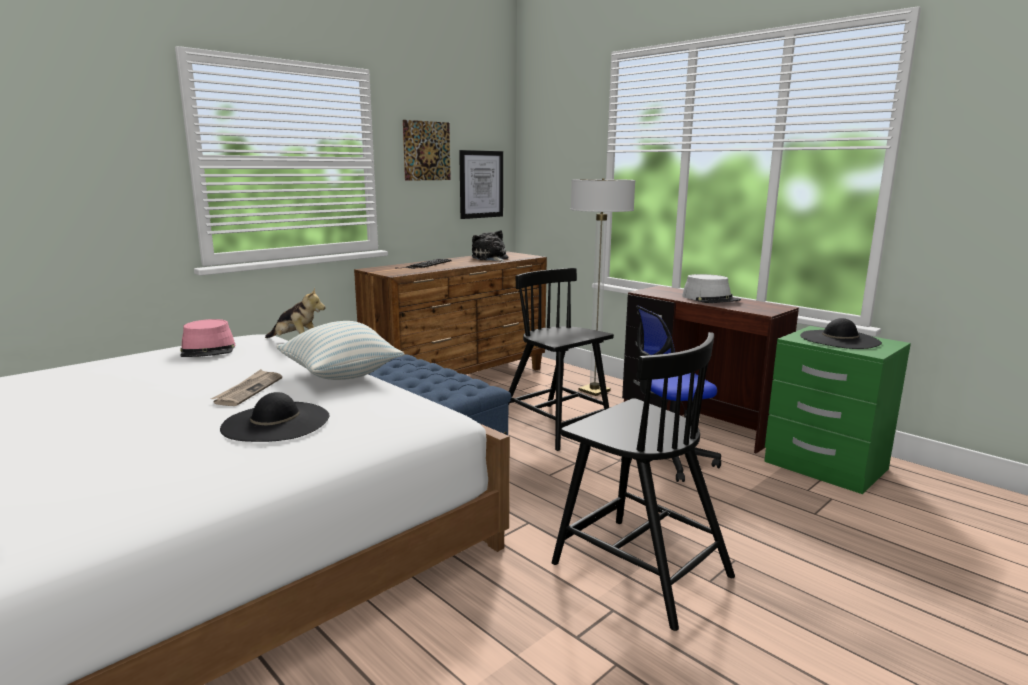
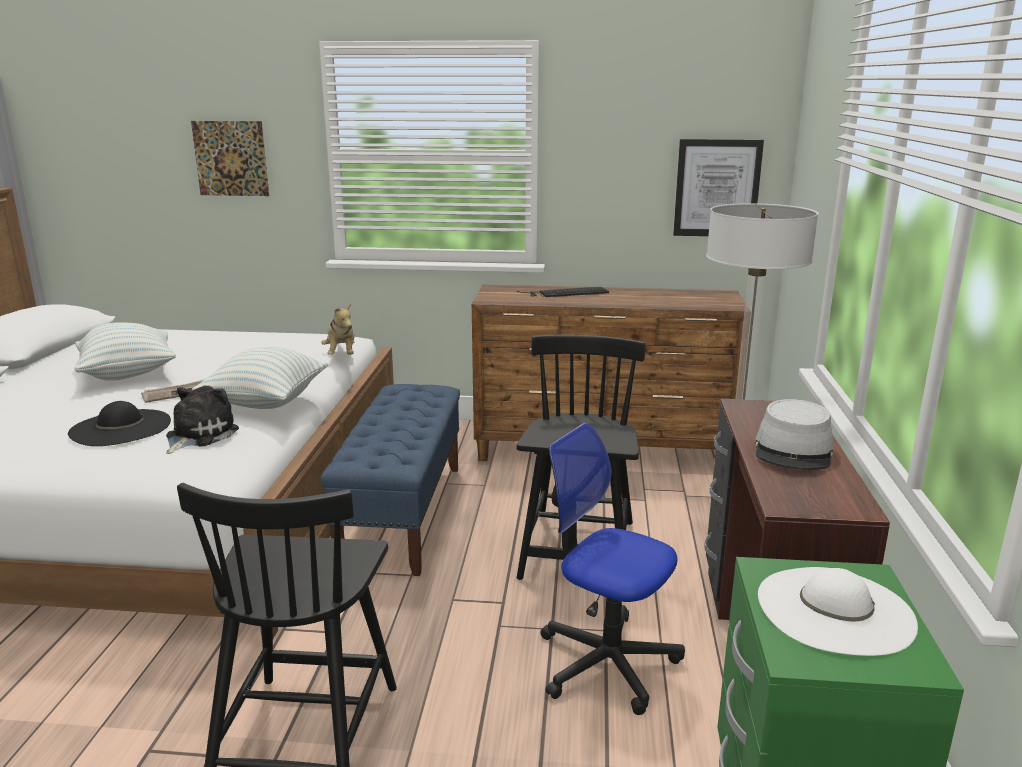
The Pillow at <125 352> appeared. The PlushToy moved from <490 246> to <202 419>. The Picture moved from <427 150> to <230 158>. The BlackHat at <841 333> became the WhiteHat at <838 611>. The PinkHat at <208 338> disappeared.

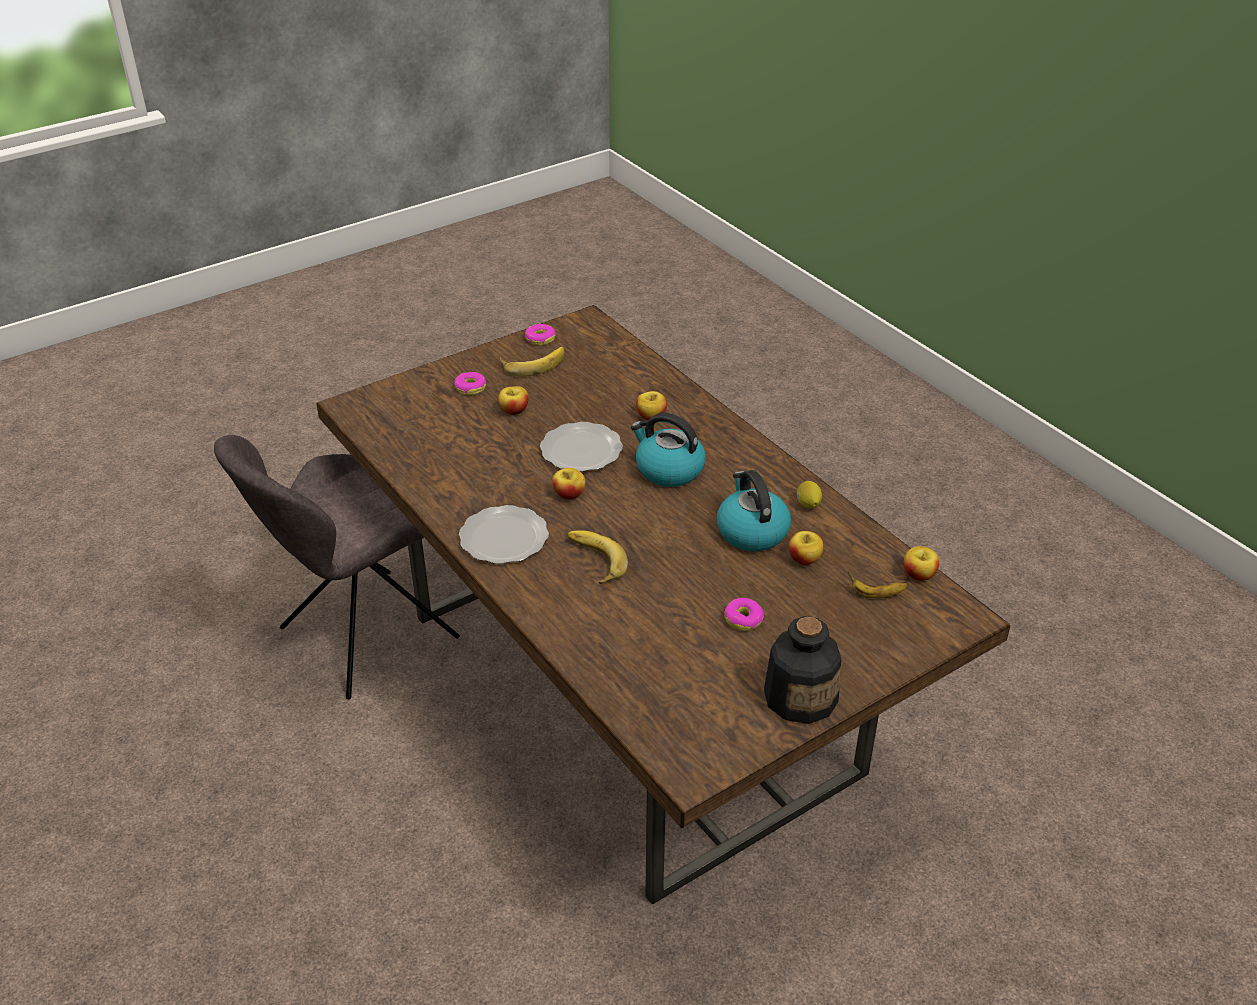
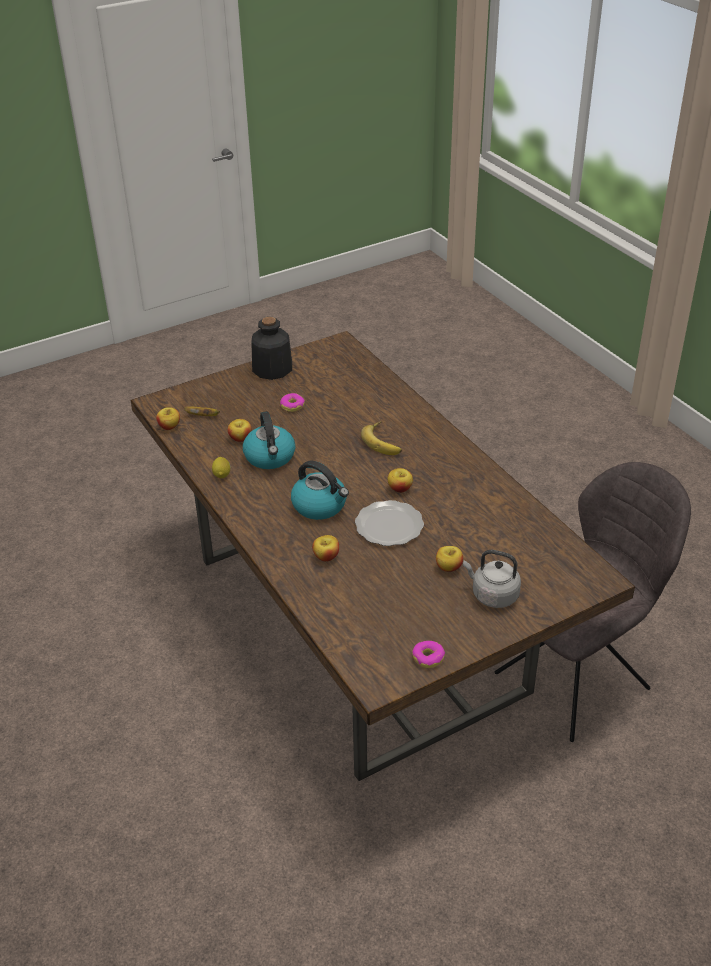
The Donut at <470 383> was replaced by the GreyKettle at <492 579>. The Plate at <504 534> disappeared. The Banana at <532 362> disappeared.

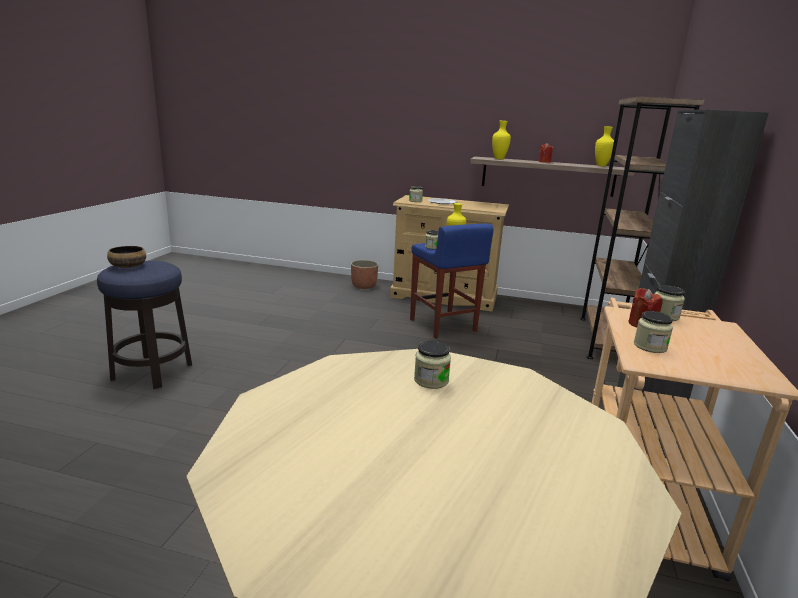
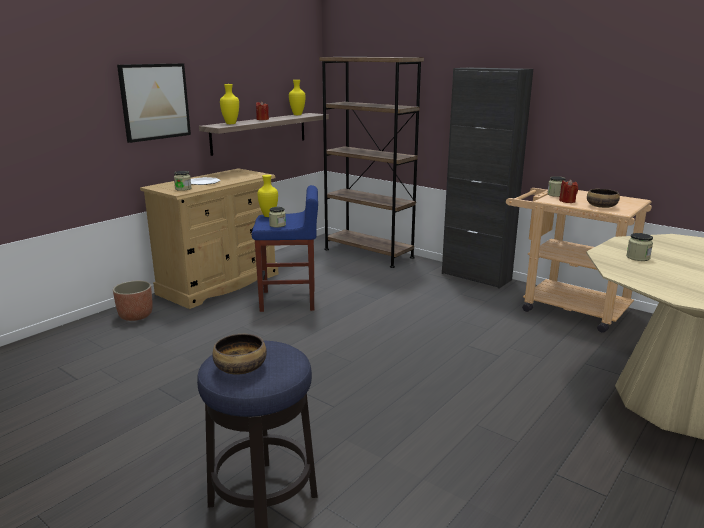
The Picture at <154 103> appeared. The Jar at <653 332> was replaced by the Bowl at <603 198>.

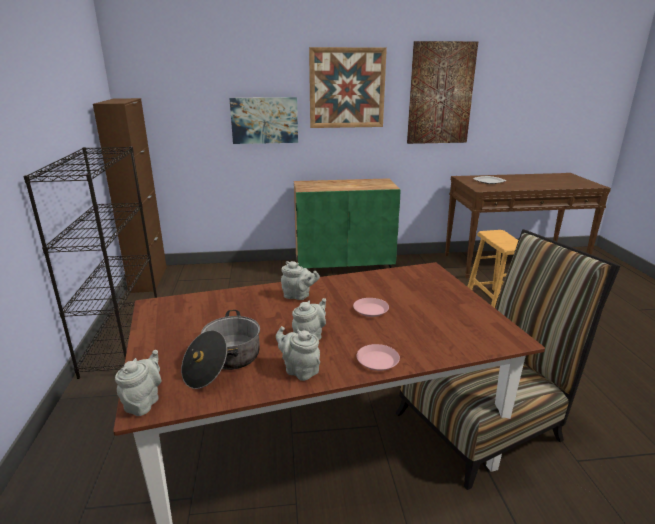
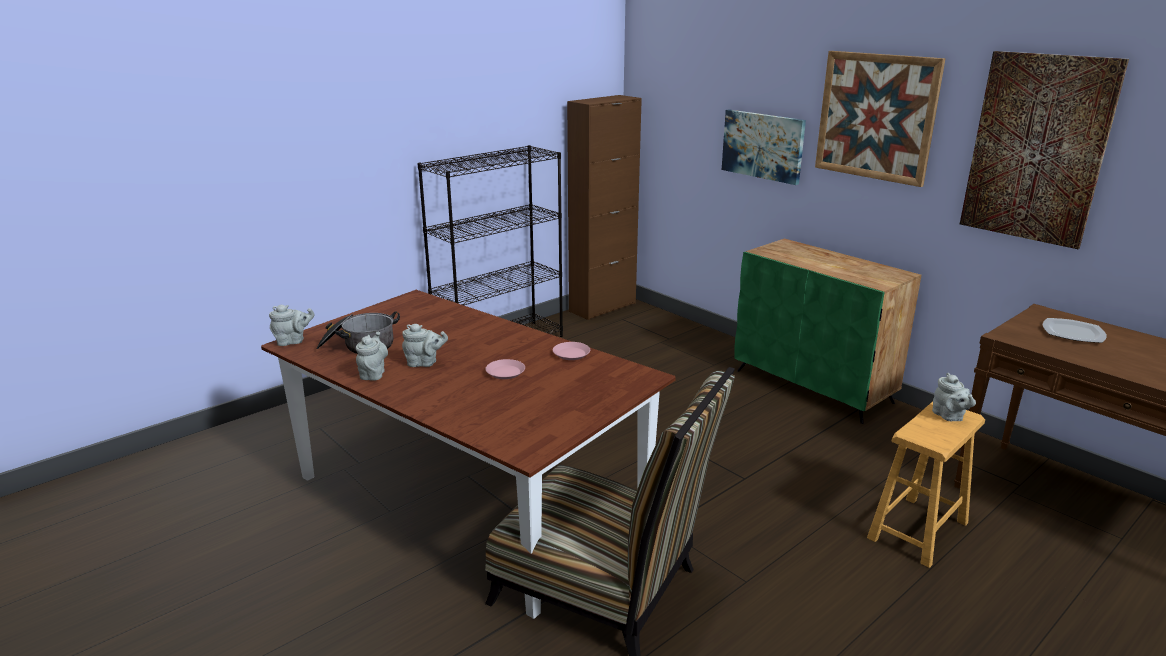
The PinkPlate moved from <378 357> to <571 351>. The GreyTeapot moved from <300 280> to <954 397>.

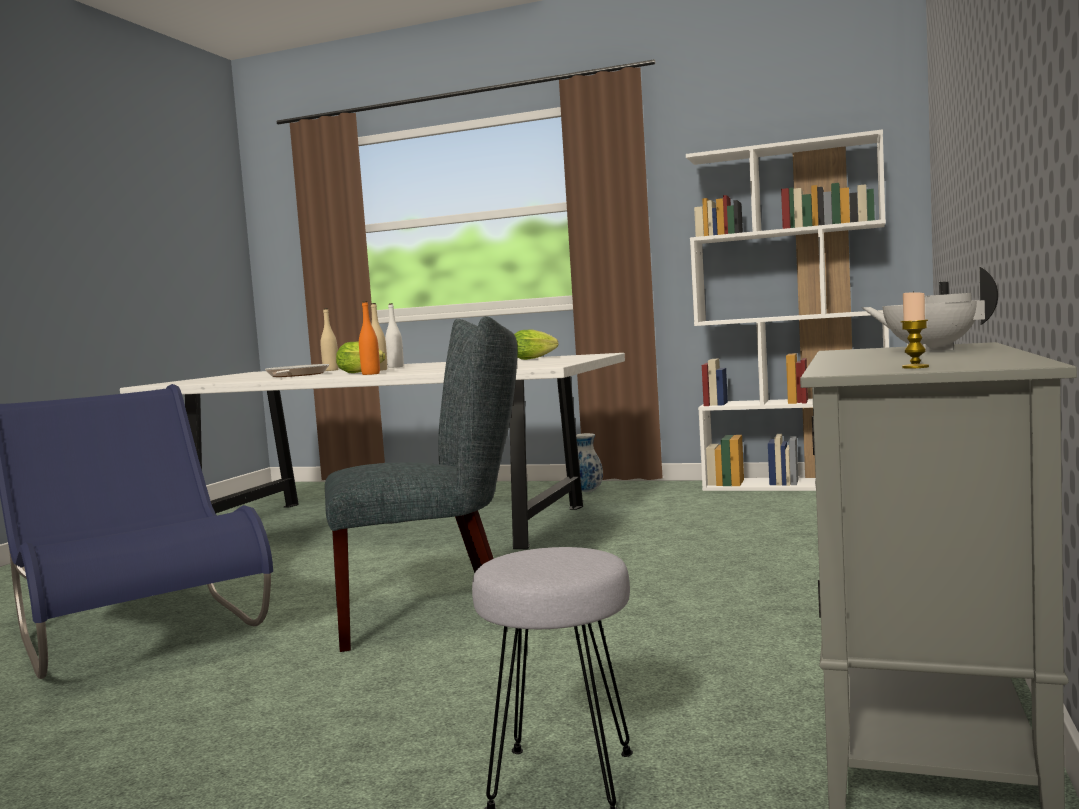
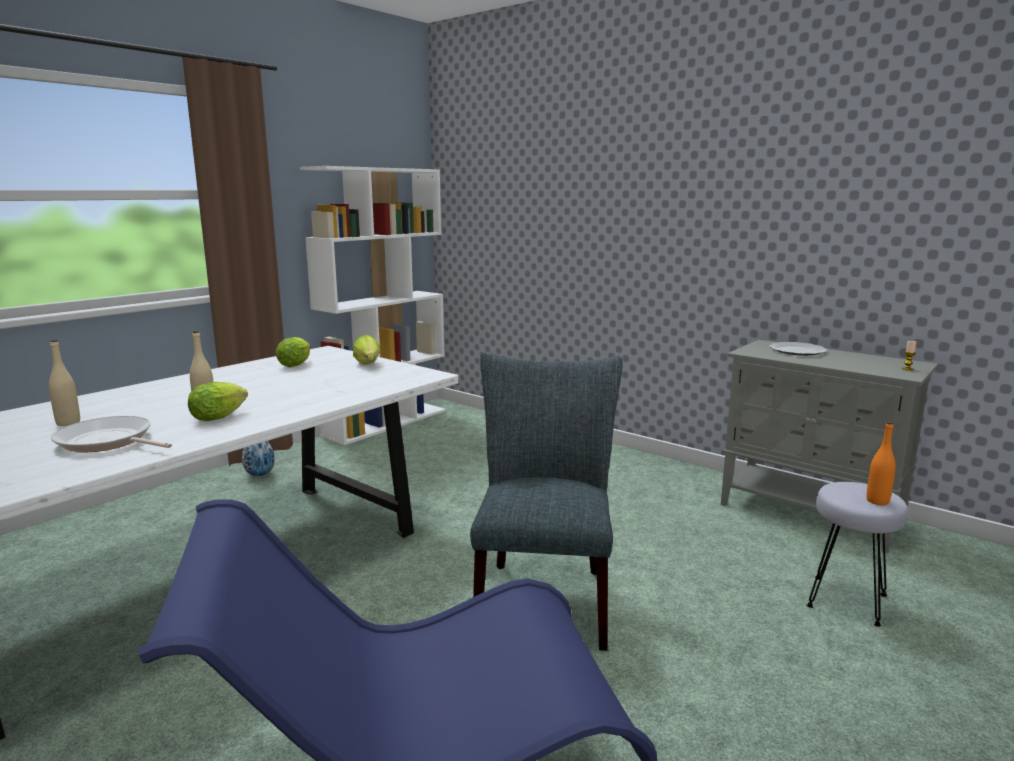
The Lettuce at <367 350> appeared. The WhiteTeapot at <930 309> was replaced by the Plate at <798 349>. The OrangeBottle moved from <369 338> to <881 463>. The WhiteBottle at <394 335> disappeared.

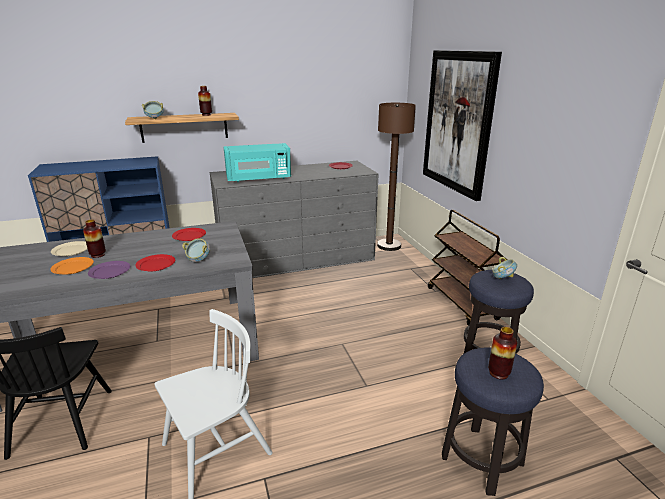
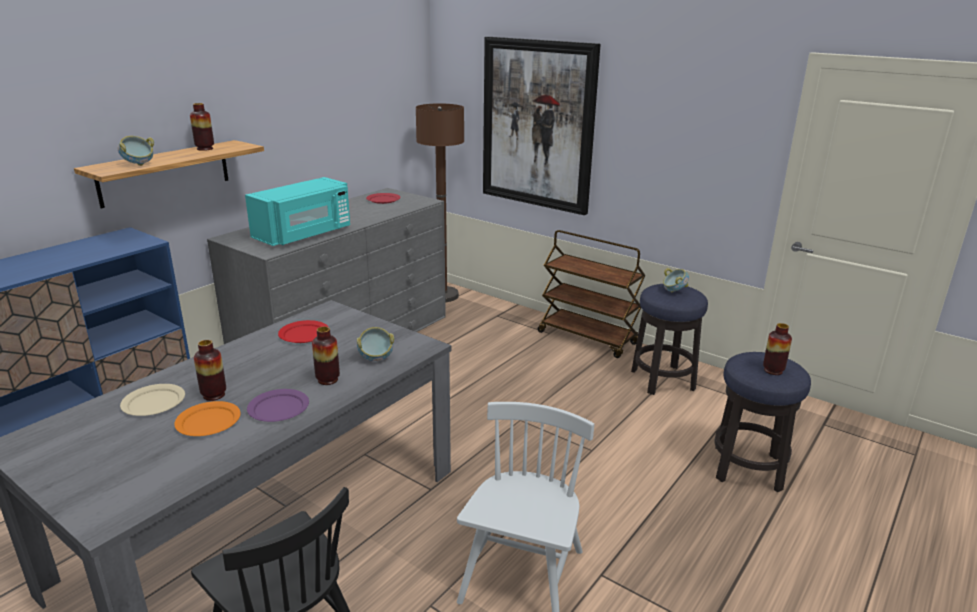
The RedPlate at <155 262> was replaced by the Vase at <326 355>.

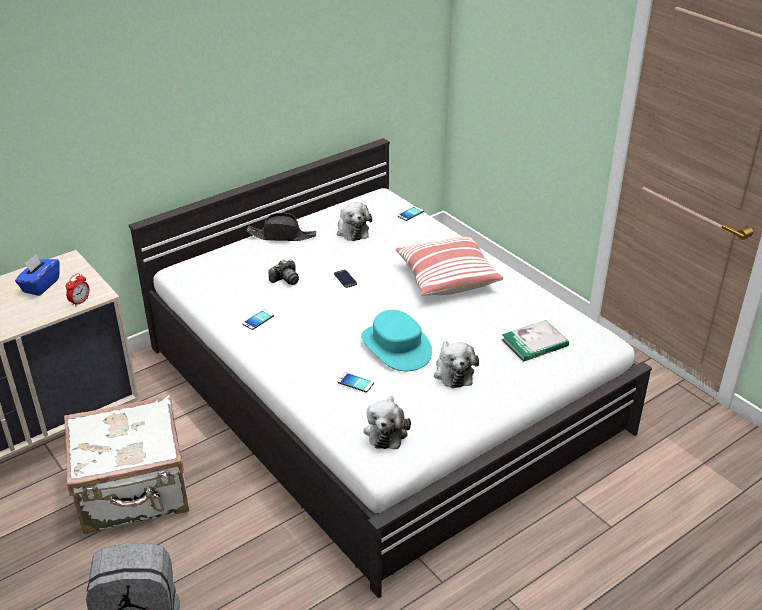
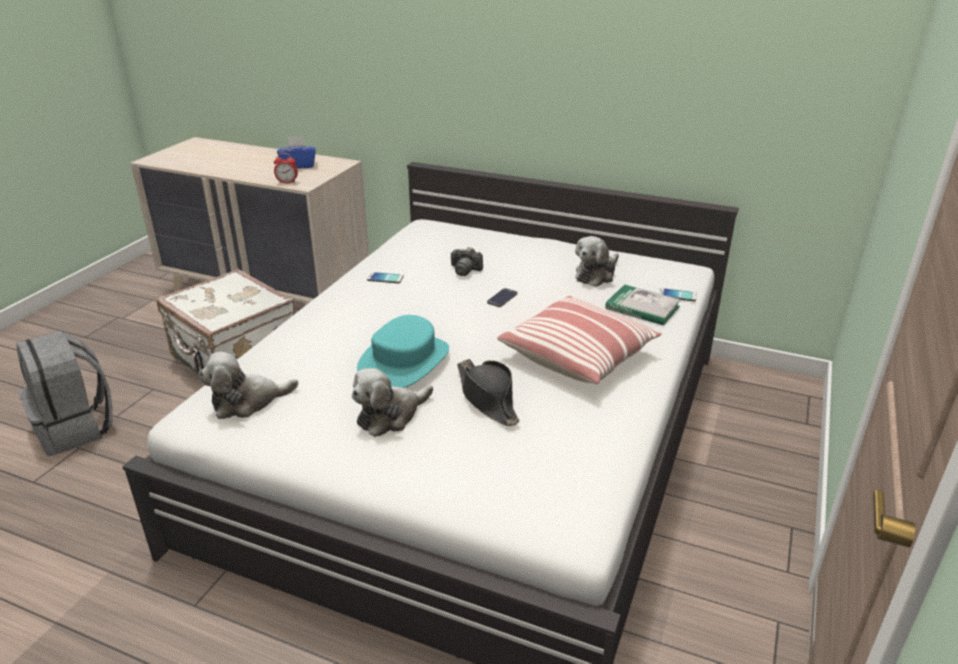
The BlackHat moved from <281 227> to <488 392>. The Book moved from <535 341> to <643 304>. The Phone at <356 382> disappeared.

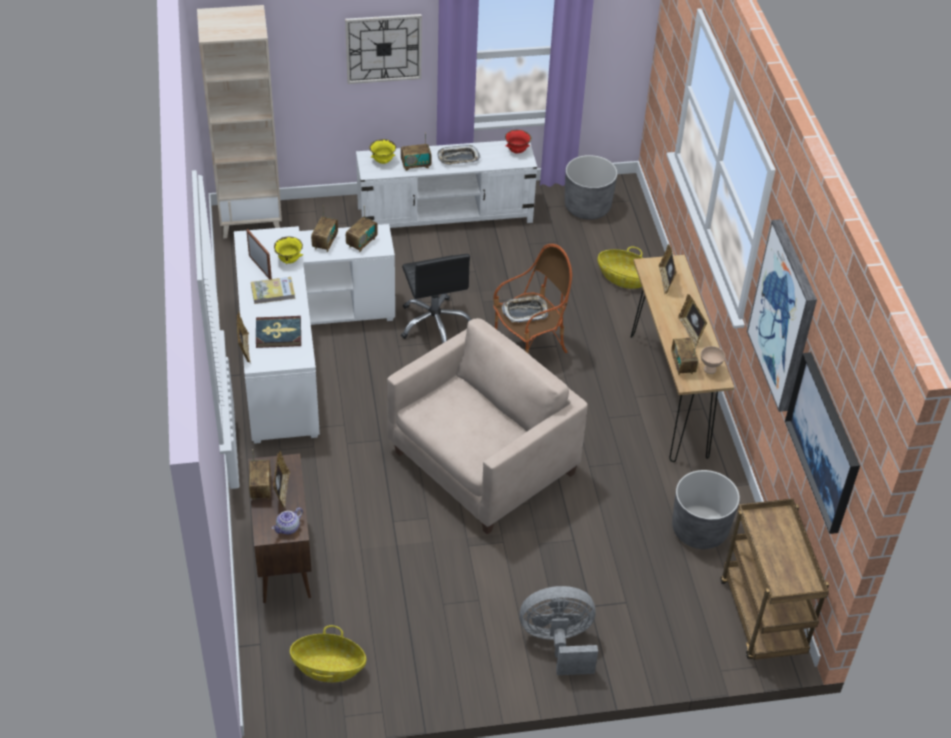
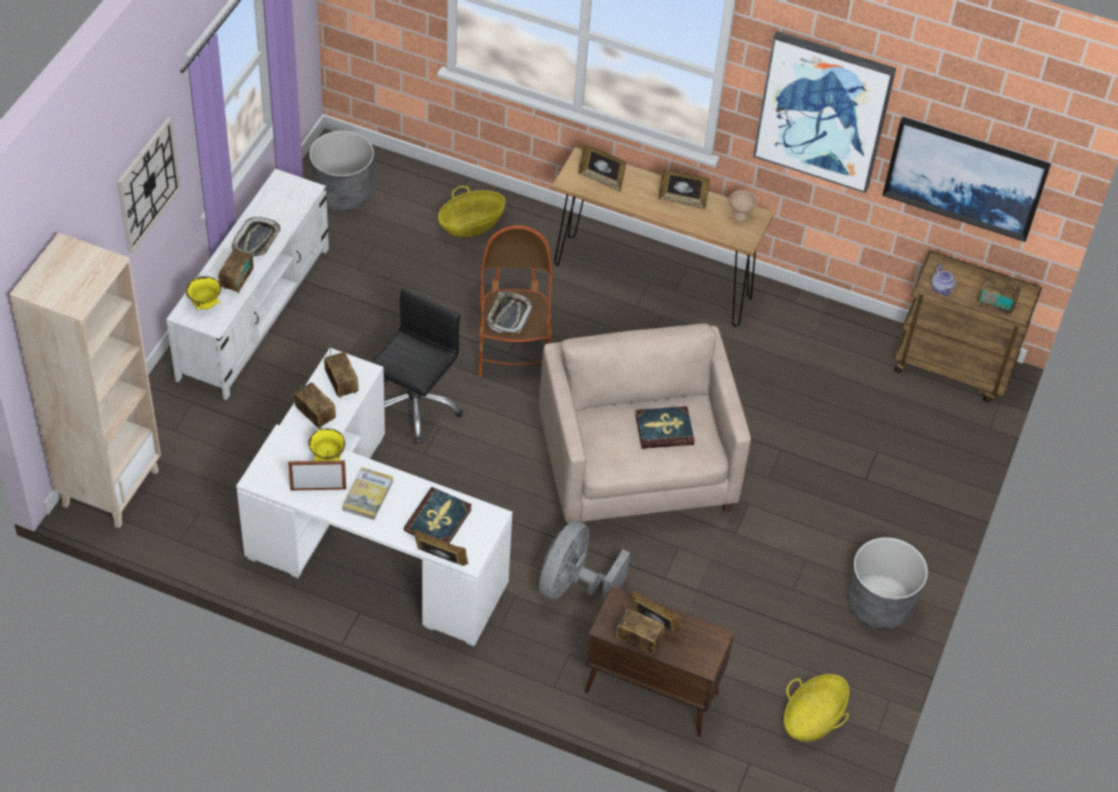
The BlackOfficeChair at <436 298> turned 75 degrees counterclockwise. The GreyFan moved from <559 630> to <584 562>. The Book at <664 427> appeared. The GreyPlanter moved from <706 509> to <888 583>. The Teapot moved from <287 521> to <943 280>. The Radio moved from <685 356> to <999 295>. The RedBowl at <518 142> disappeared.

